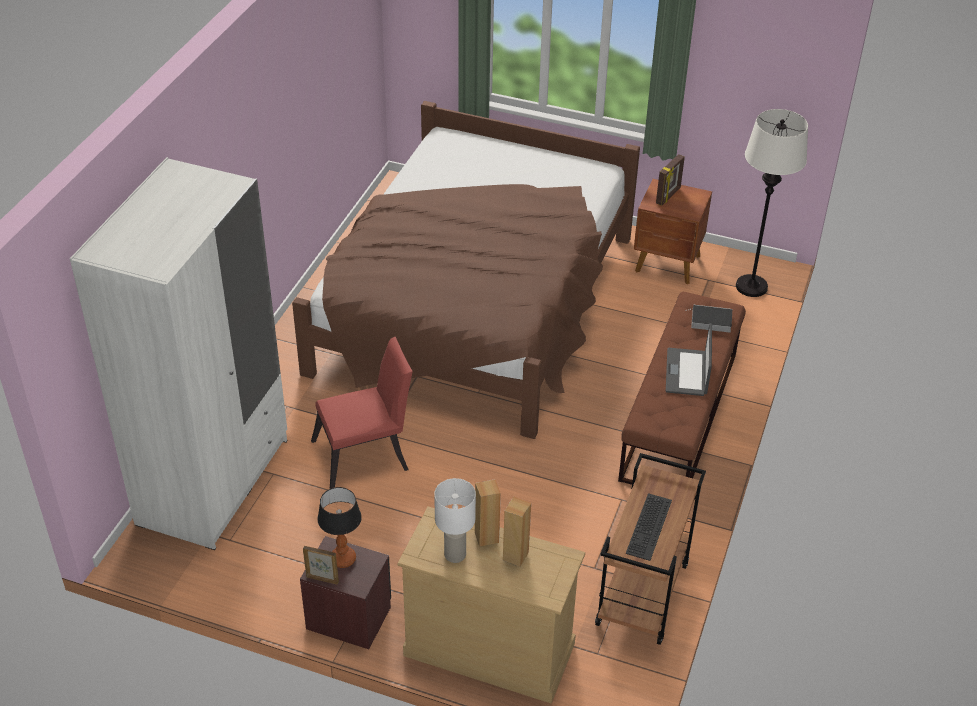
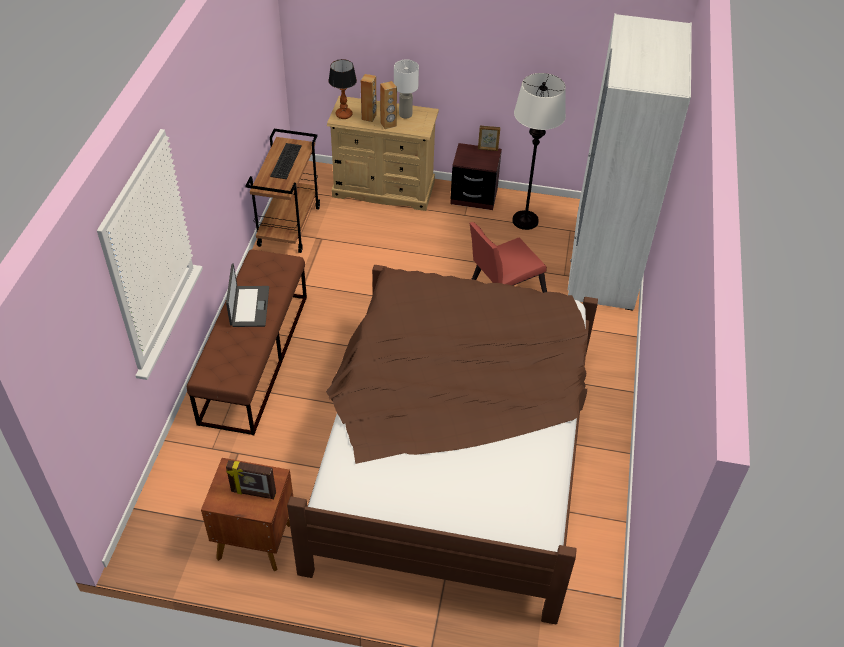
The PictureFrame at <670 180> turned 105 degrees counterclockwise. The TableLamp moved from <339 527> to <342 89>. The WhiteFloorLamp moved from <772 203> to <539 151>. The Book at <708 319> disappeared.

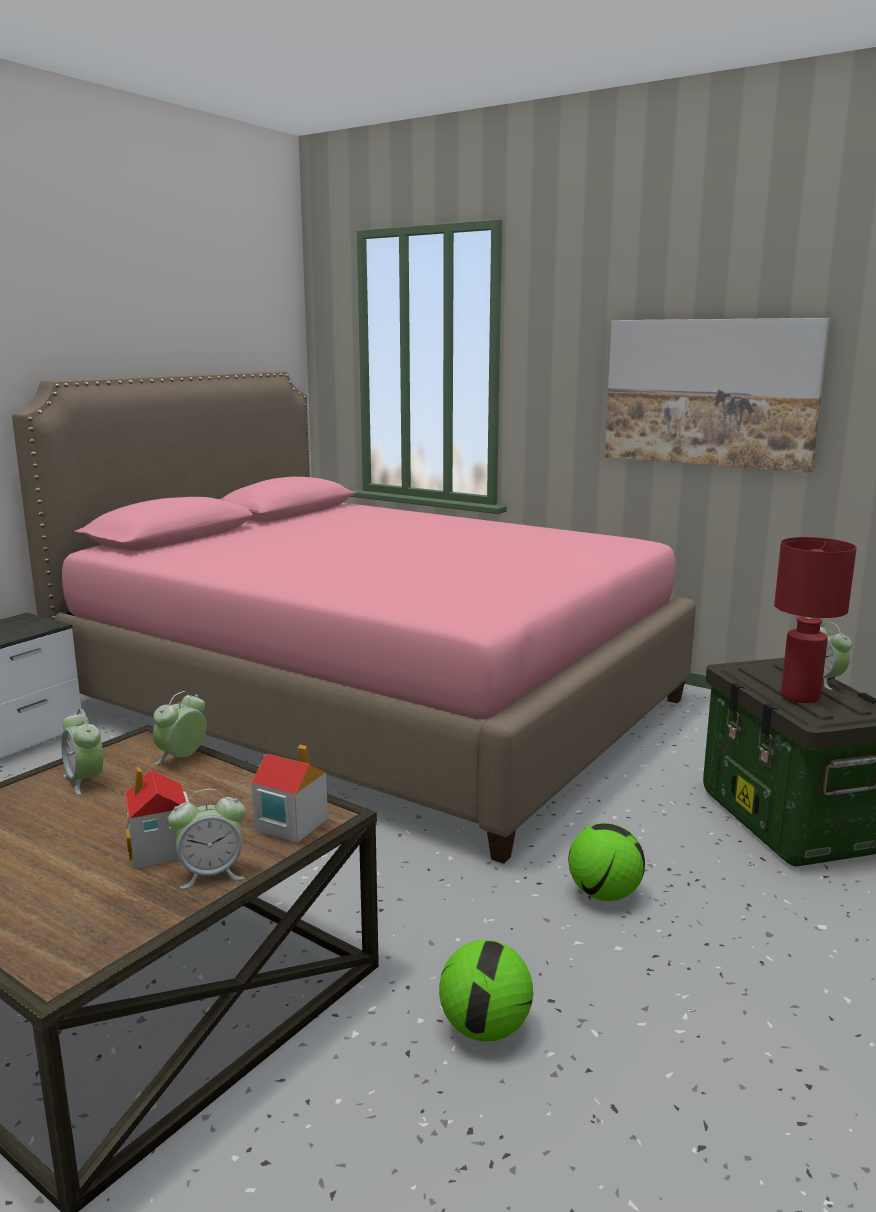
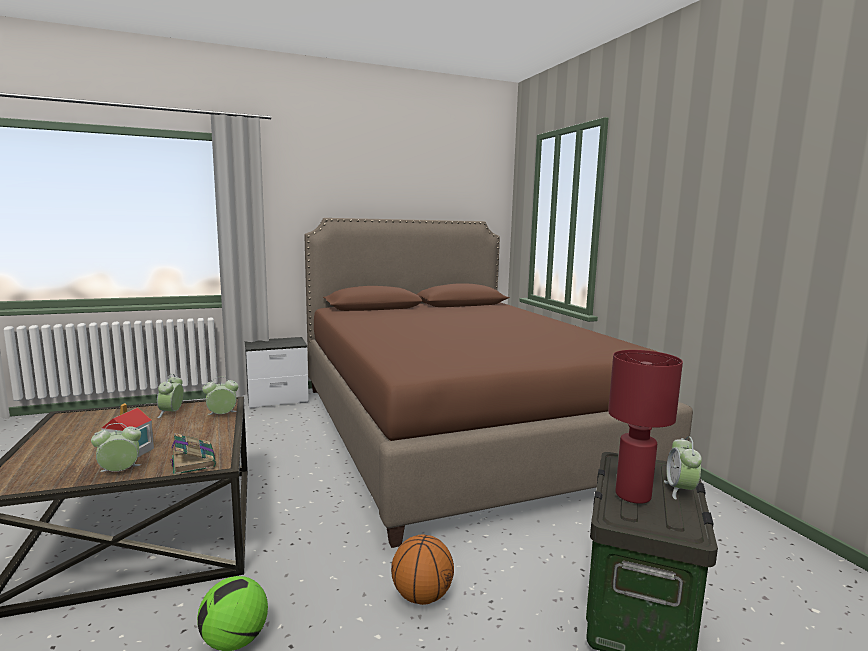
The AlarmClock at <206 839> turned 135 degrees clockwise. The ToyHouse at <289 794> was replaced by the Book at <193 454>. The PinkBed at <354 617> became the BrownBed at <498 383>. The Football at <606 862> was replaced by the Basketball at <422 570>. The Picture at <717 395> disappeared.

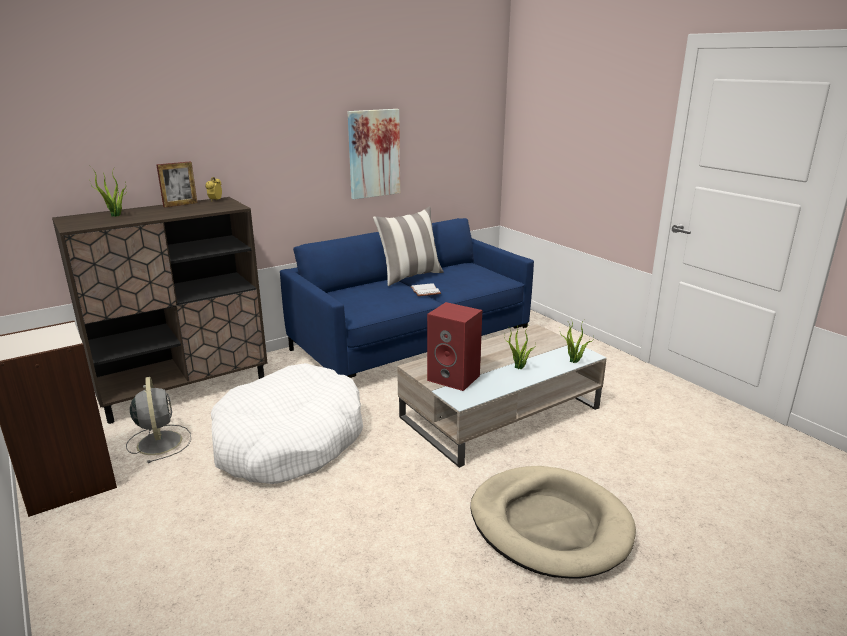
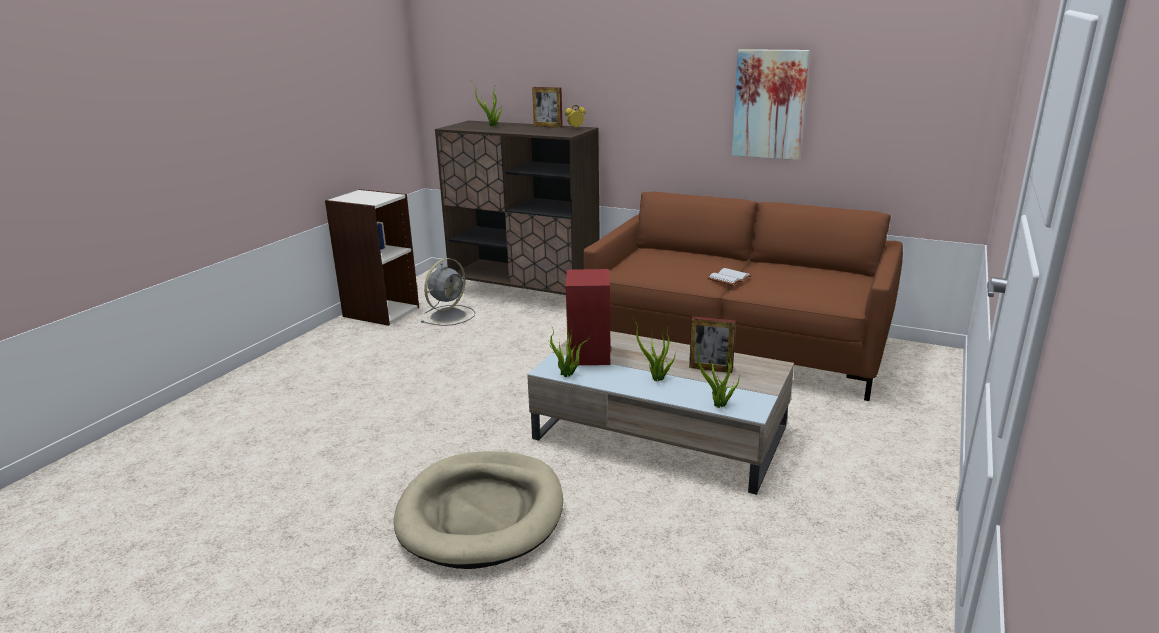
The PottedPlant at <569 349> appeared. The BlueSofa at <407 298> became the BrownSofa at <743 296>. The PictureFrame at <712 344> appeared. The WhiteDogBed at <287 423> disappeared. The Pillow at <408 246> disappeared.

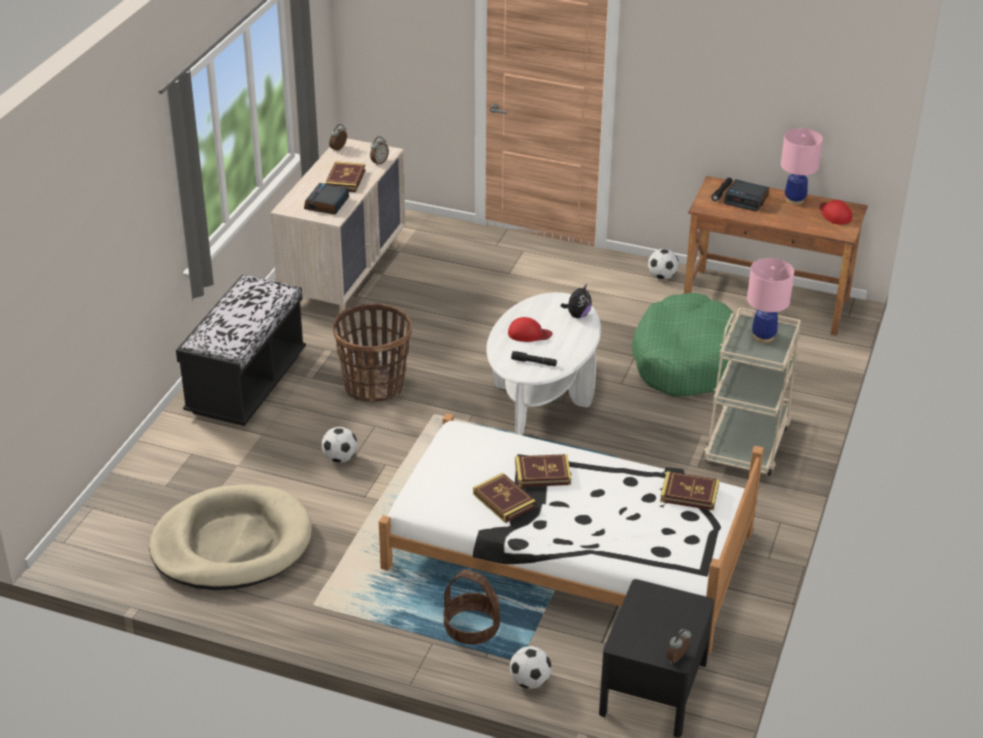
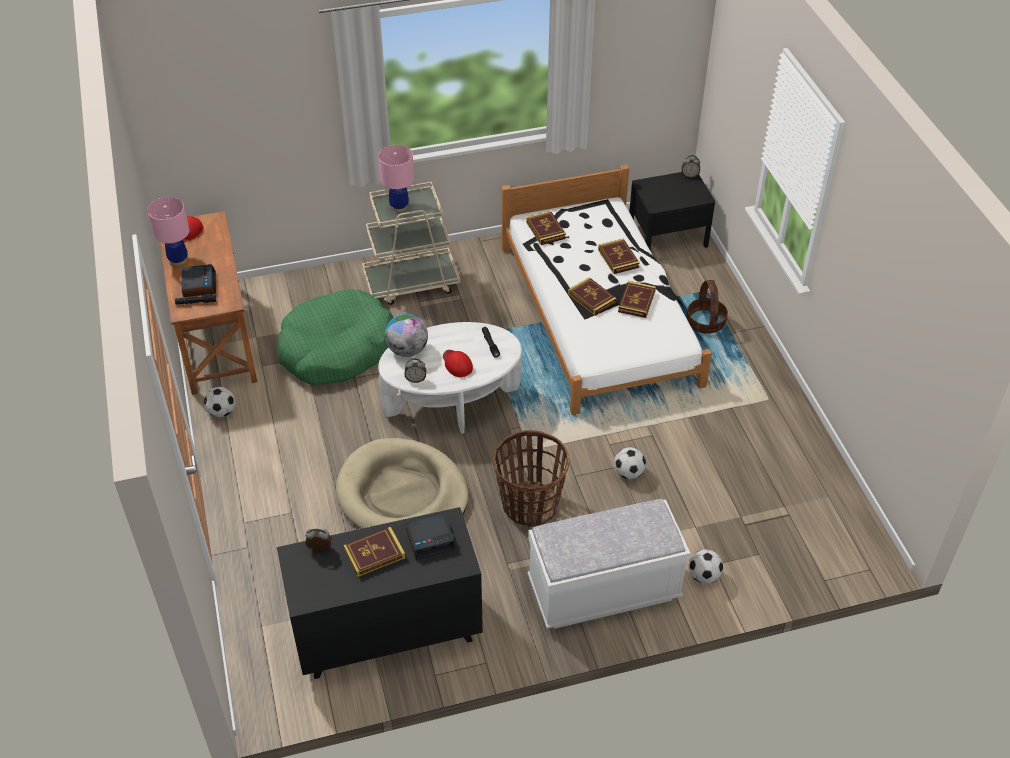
The BeigeDresser at <338 226> became the BlackDresser at <380 593>. The BeigeDogBed moved from <230 537> to <402 483>. The PlushToy at <576 301> was replaced by the Globe at <406 335>. The AlarmClock moved from <338 138> to <415 370>. The BlackBench at <241 350> became the WhiteBench at <609 564>. The Book at <619 256> appeared. The Football moved from <530 667> to <706 566>.

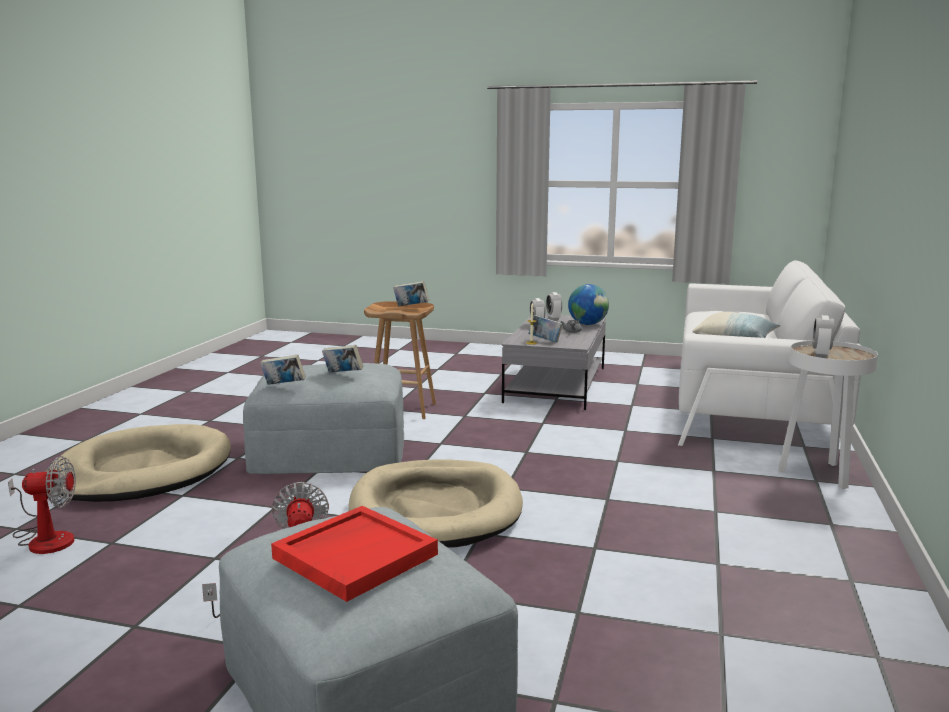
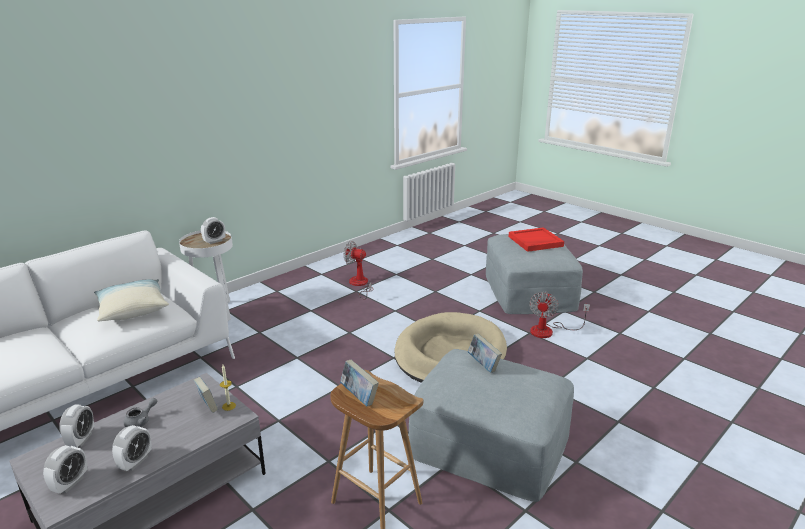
The Globe at <588 304> was replaced by the AlarmClock at <76 425>. The Fan moved from <42 505> to <359 270>. The BeigeDogBed at <138 463> disappeared. The Book at <283 370> disappeared.

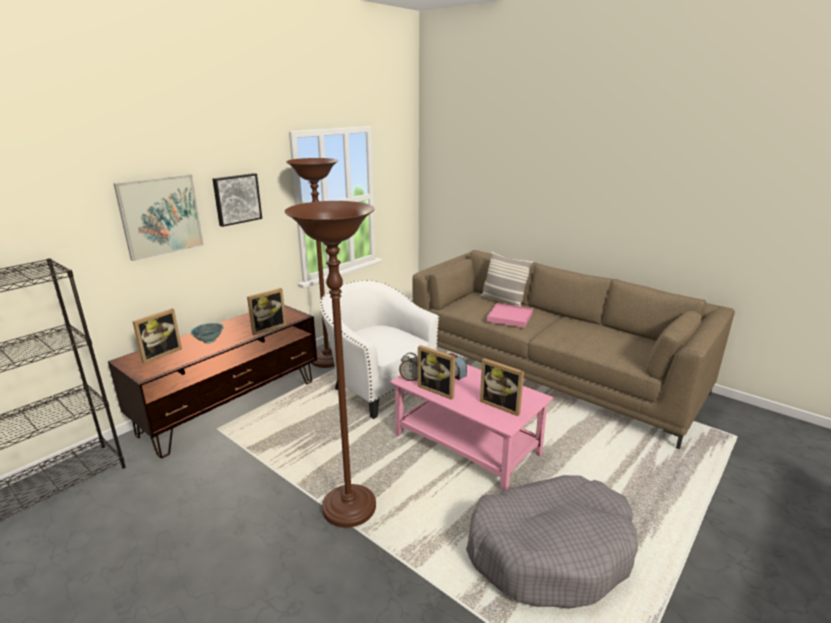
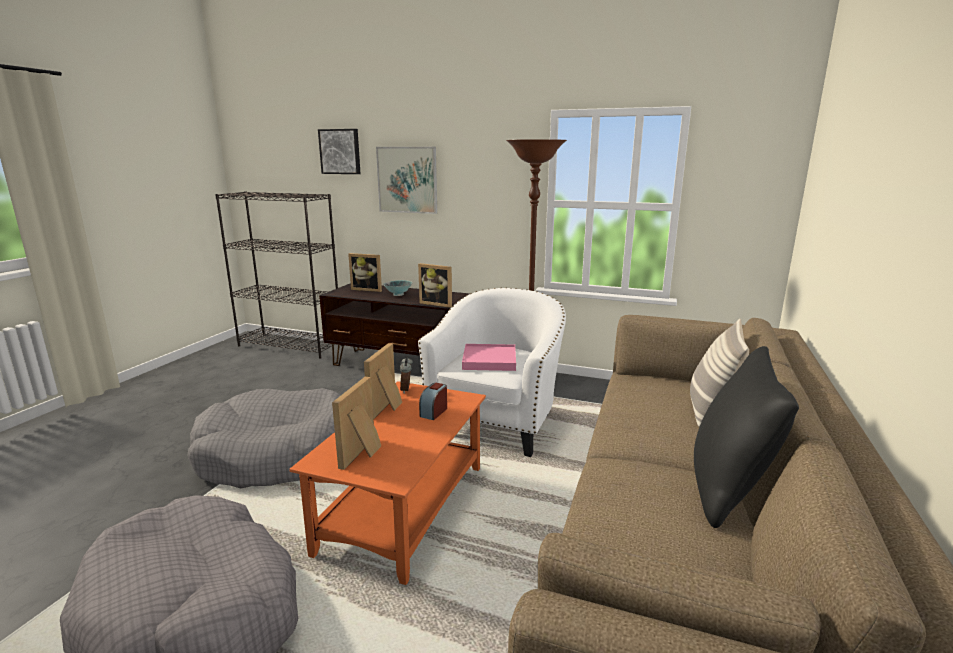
The BrownFloorLamp at <330 364> was replaced by the GreyDogBed at <263 438>. The PinkCoffeeTable at <471 427> became the OrangeCoffeeTable at <387 483>. The Picture moved from <237 200> to <339 151>. The PinkTray moved from <510 315> to <489 357>. The BlackPillow at <746 437> appeared.

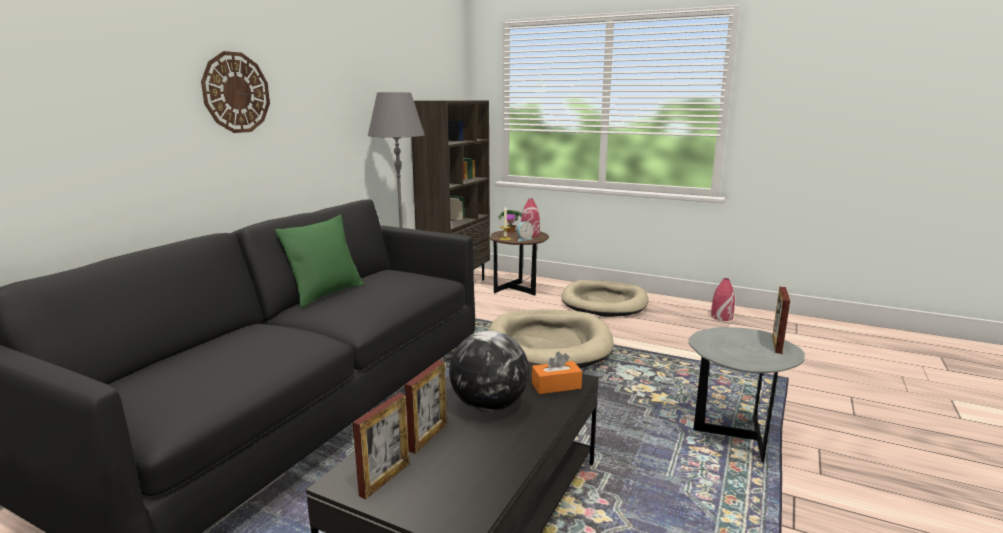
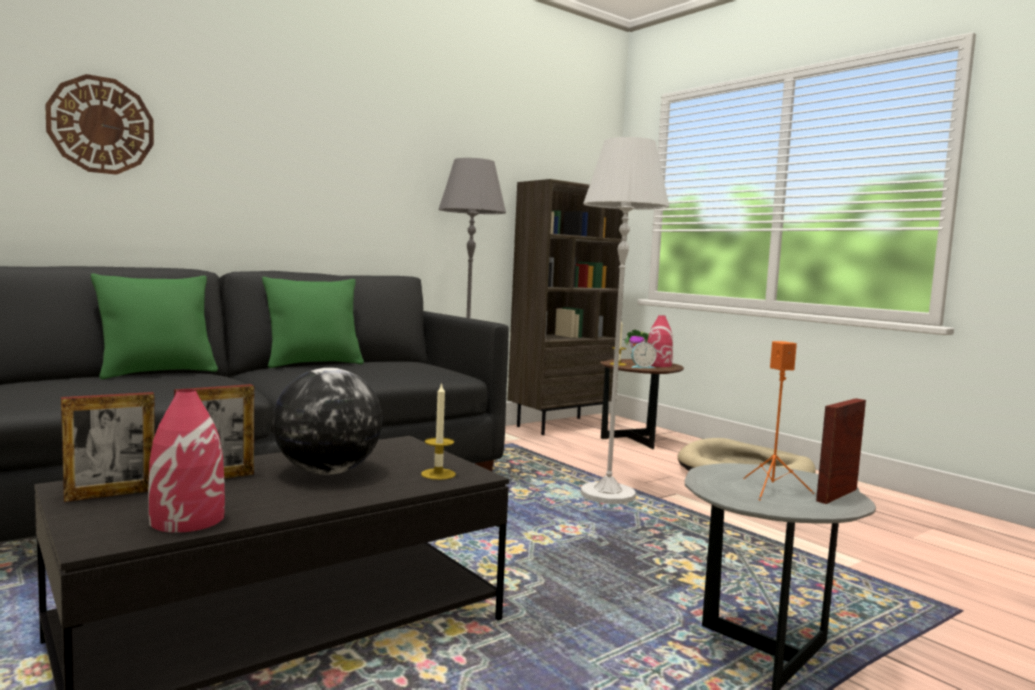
The WallClock moved from <235 92> to <99 124>. The GreenPillow at <154 326> appeared. The RedVase moved from <723 299> to <186 461>. The OrangeTissueBox at <557 373> was replaced by the Candle at <438 431>. The BeigeDogBed at <551 339> was replaced by the WhiteFloorLamp at <625 320>. The OrangeSpeaker at <778 420> appeared.

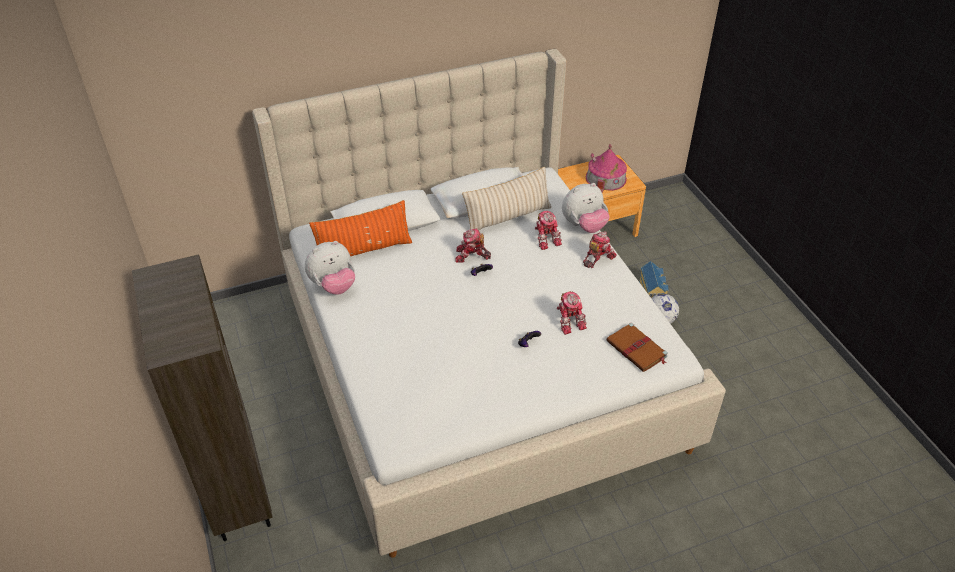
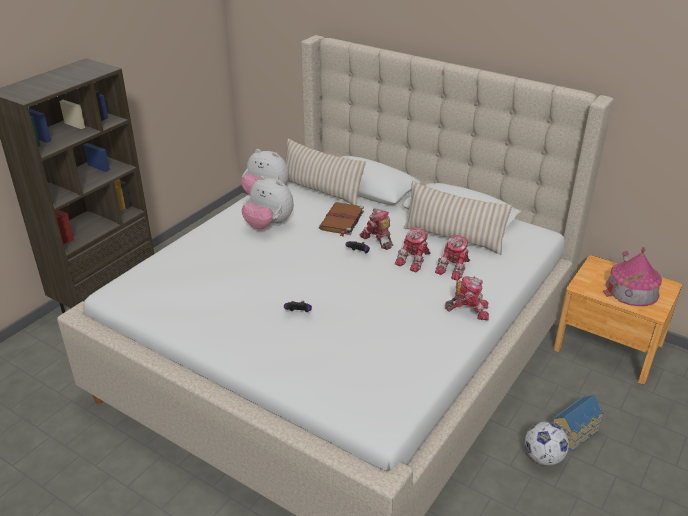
The PlushToy moved from <585 208> to <268 203>. The OrangePillow at <360 228> became the BeigePillow at <325 172>. The BrownBook moved from <637 347> to <341 219>. The ToyRobot moved from <572 313> to <413 249>.

